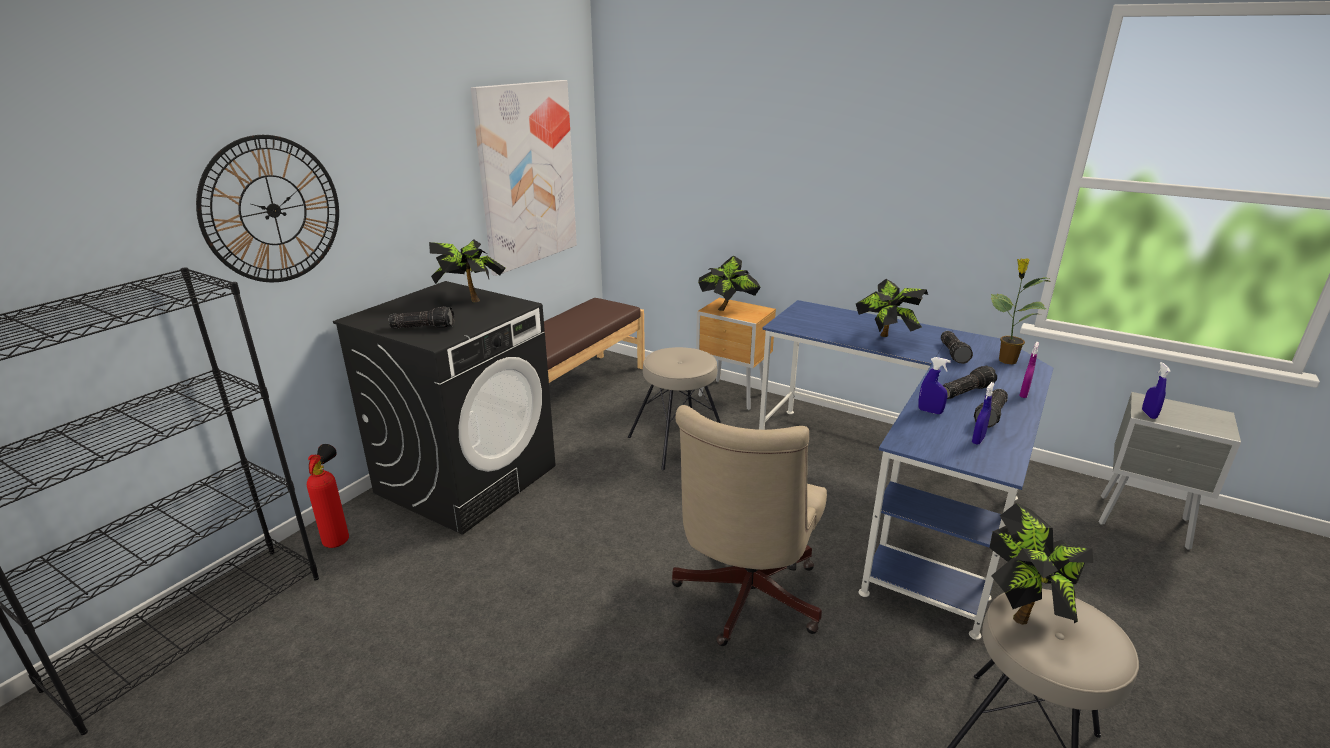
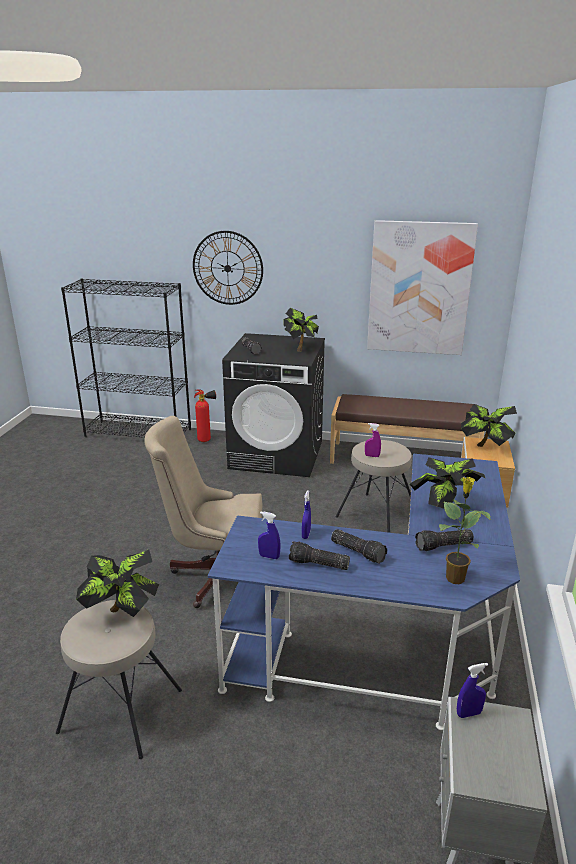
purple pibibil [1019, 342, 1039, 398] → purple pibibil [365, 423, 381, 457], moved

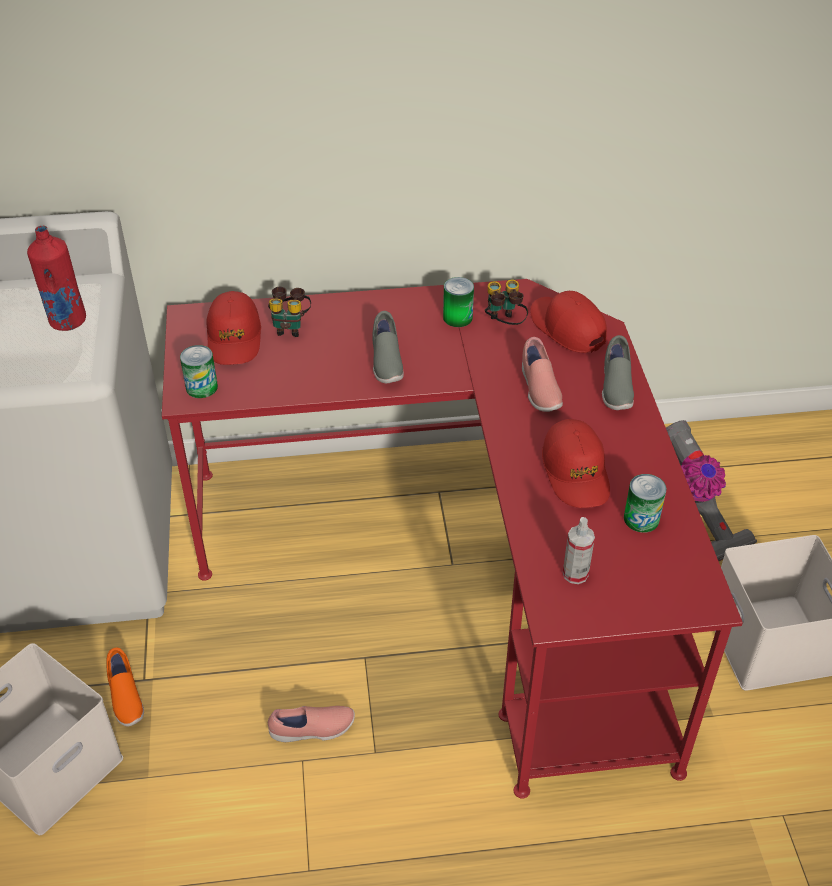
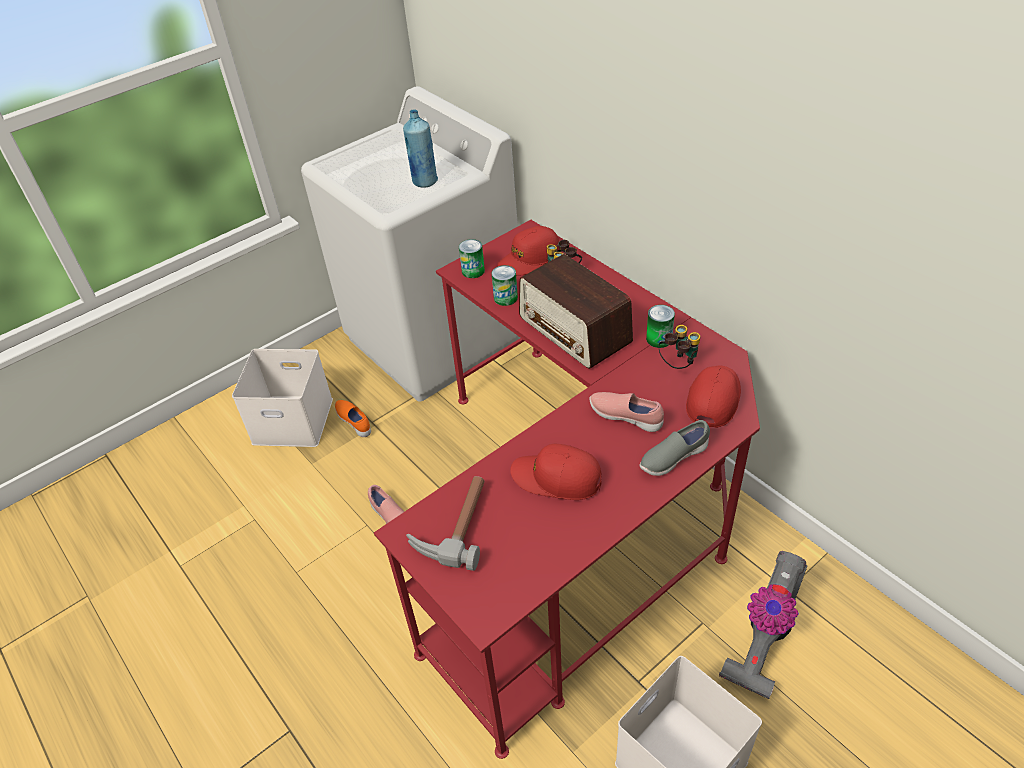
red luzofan [27, 226, 86, 331] → blue luzofan [403, 109, 438, 188]
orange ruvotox [107, 648, 144, 726] → orange ruvotox [335, 400, 371, 437], 105 degrees clockwise
grey ruvotox [372, 311, 404, 383] → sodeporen [519, 254, 633, 369]
pink ruvotox [522, 337, 563, 412] → pink ruvotox [589, 392, 664, 432], 75 degrees clockwise
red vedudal [542, 419, 610, 508] → red vedudal [510, 444, 601, 500], 60 degrees clockwise
pibibil [563, 517, 595, 584] → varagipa [406, 476, 485, 571]
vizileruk [624, 474, 666, 533] → vizileruk [491, 265, 518, 306], moved

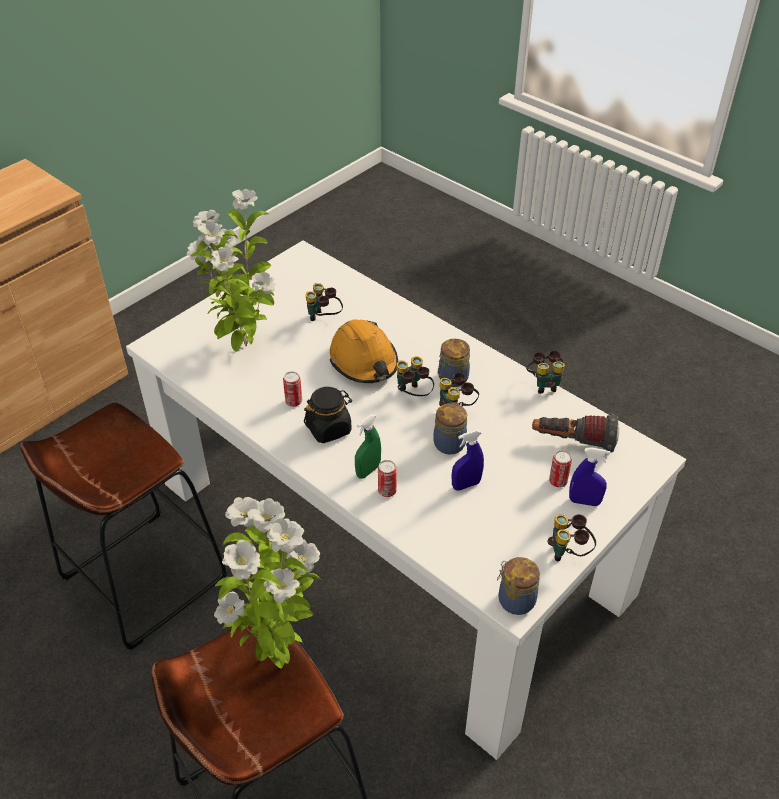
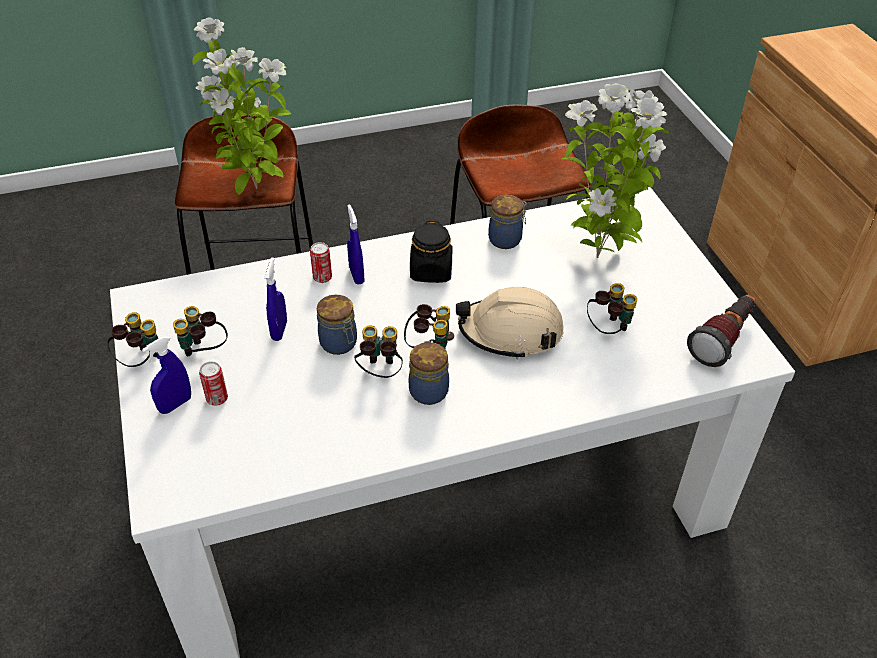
vizileruk [283, 371, 302, 407] → -
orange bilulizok [330, 320, 398, 383] → beige bilulizok [456, 287, 564, 359]
green pibibil [355, 414, 381, 479] → blue pibibil [347, 204, 364, 285]
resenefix [497, 557, 540, 615] → resenefix [488, 195, 527, 249], moved
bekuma [526, 350, 565, 394] → bekuma [173, 306, 228, 356], moved
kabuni [532, 414, 619, 452] → kabuni [687, 295, 756, 367], moved

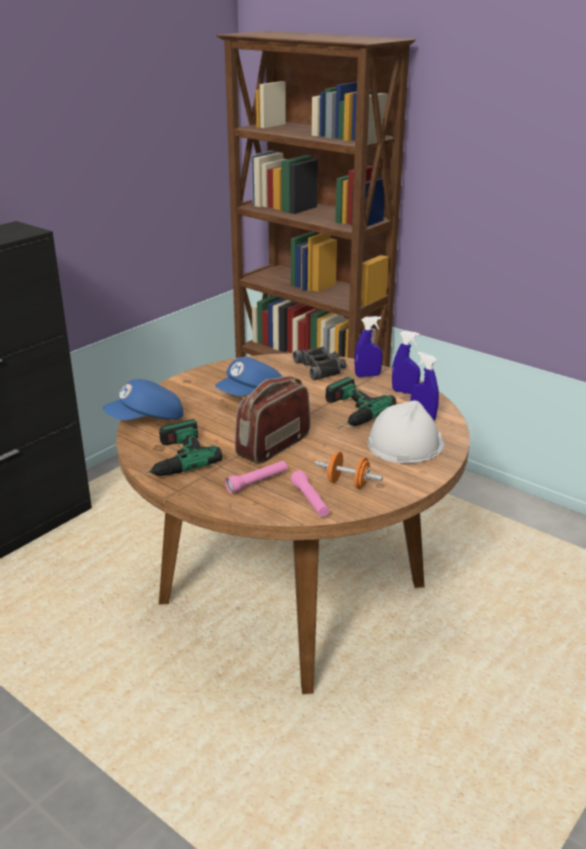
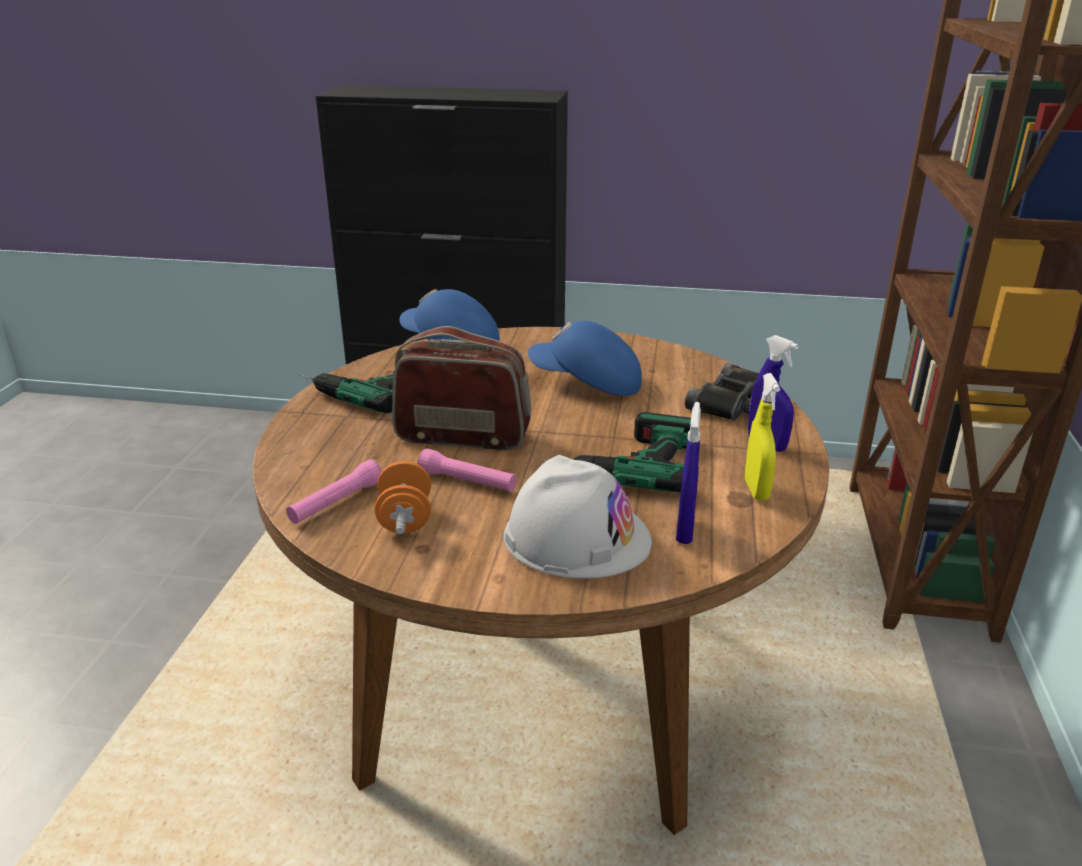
pink kabuni [225, 461, 287, 493] → pink kabuni [417, 449, 517, 492], moved
blue pibibil [392, 330, 420, 394] → yellow pibibil [745, 373, 780, 501]

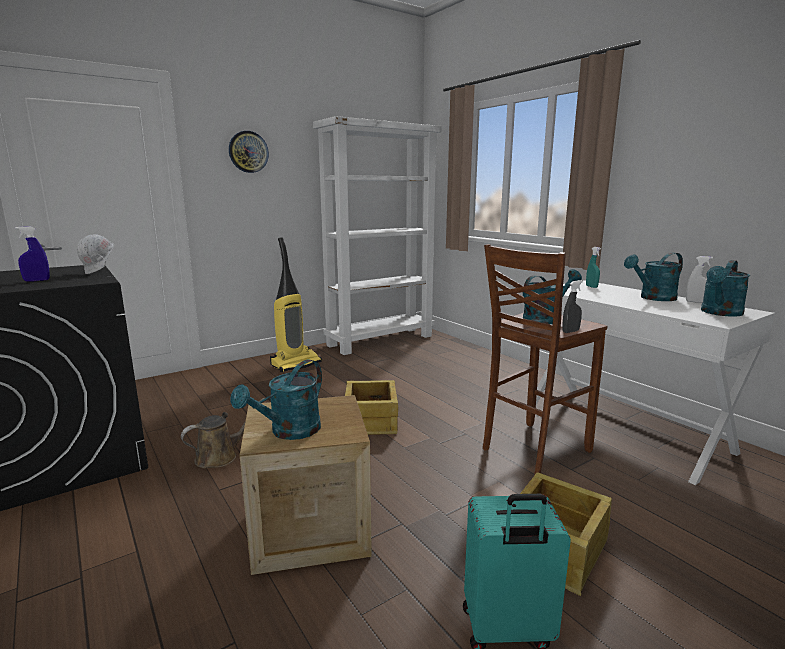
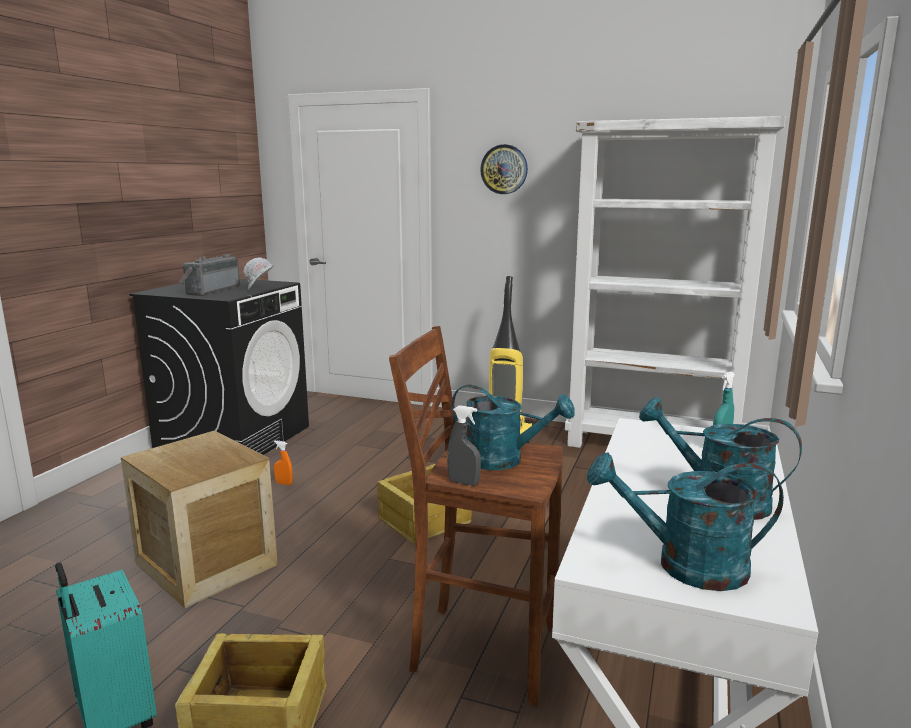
blue pibibil [15, 226, 50, 282] → sodeporen [179, 255, 240, 296]
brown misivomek [181, 398, 265, 468] → orange pibibil [274, 441, 293, 485]
turquoise misivomek [230, 359, 322, 440] → -
white pibibil [686, 256, 713, 303] → -

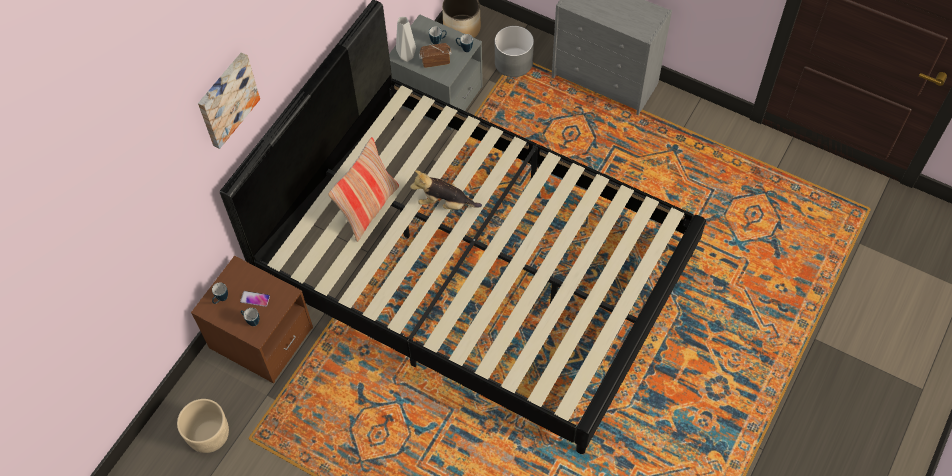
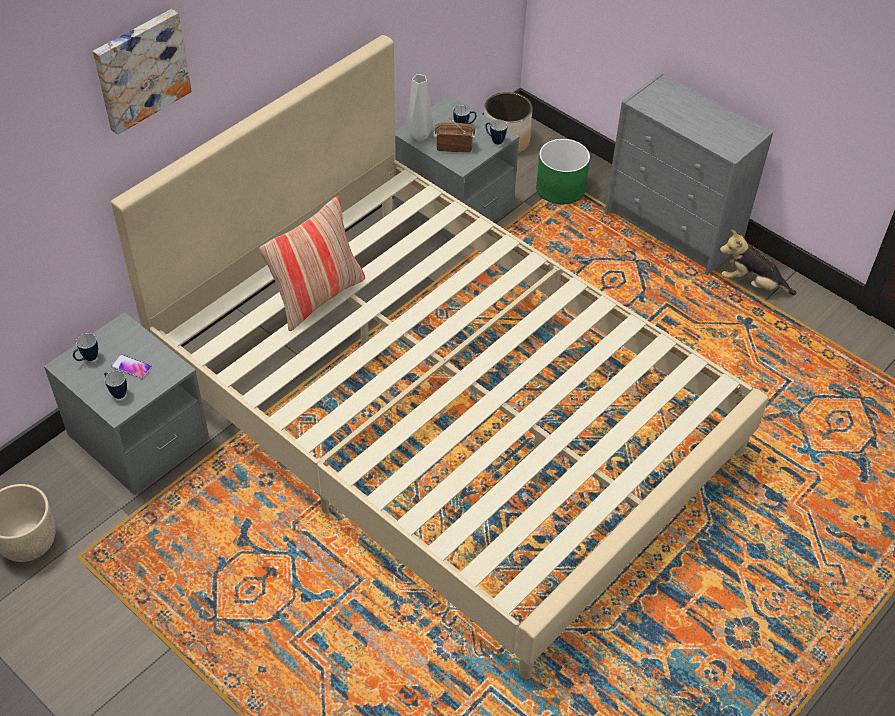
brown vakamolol [191, 256, 313, 383] → grey vakamolol [44, 312, 209, 495]
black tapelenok [220, 0, 706, 454] → beige tapelenok [111, 35, 768, 679]
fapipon [410, 170, 482, 210] → fapipon [720, 229, 796, 295], moved
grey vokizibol [495, 26, 534, 77] → green vokizibol [536, 139, 590, 204]

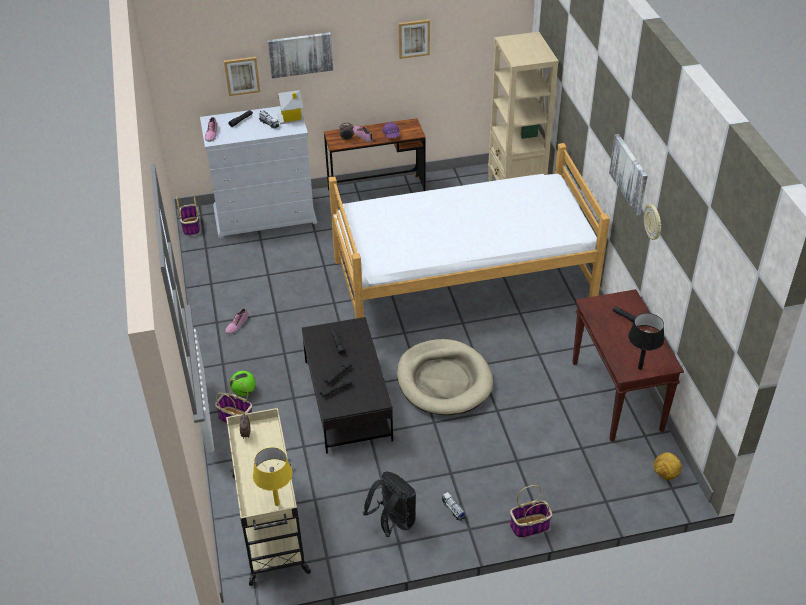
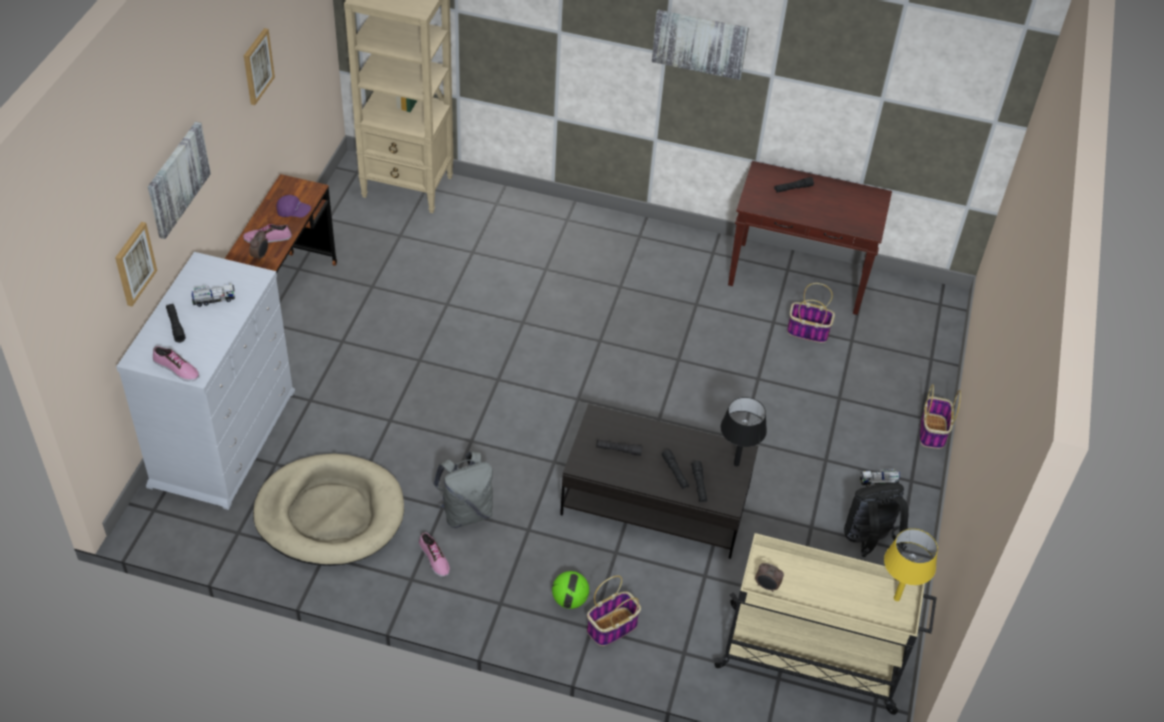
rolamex [176, 194, 200, 236] → rolamex [787, 283, 835, 343], moved
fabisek [277, 90, 303, 124] → -
tapelenok [328, 143, 610, 319] → -
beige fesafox [397, 339, 493, 415] → beige fesafox [253, 454, 404, 566], moved
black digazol [628, 313, 664, 370] → black digazol [721, 397, 767, 467], moved
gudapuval [644, 203, 661, 240] → -
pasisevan [654, 452, 682, 480] → -
- → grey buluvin [433, 451, 493, 528]

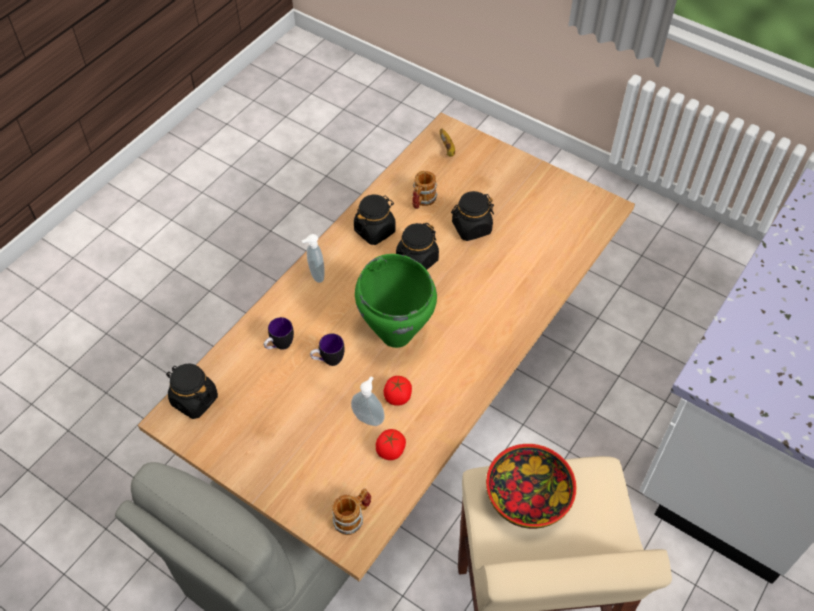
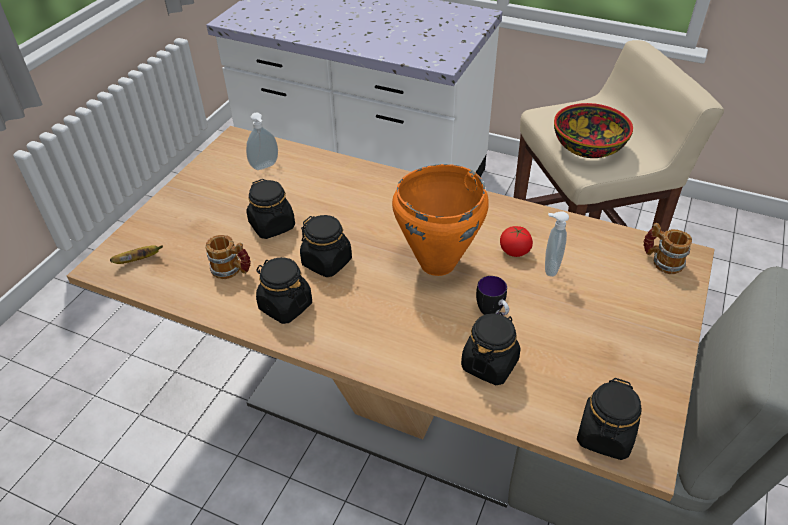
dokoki [264, 317, 294, 350] → black resenefix [461, 312, 521, 385]
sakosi [302, 234, 325, 283] → sakosi [246, 113, 278, 170], moved
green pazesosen [355, 254, 437, 348] → orange pazesosen [392, 164, 489, 276]
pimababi [376, 429, 406, 460] → -

